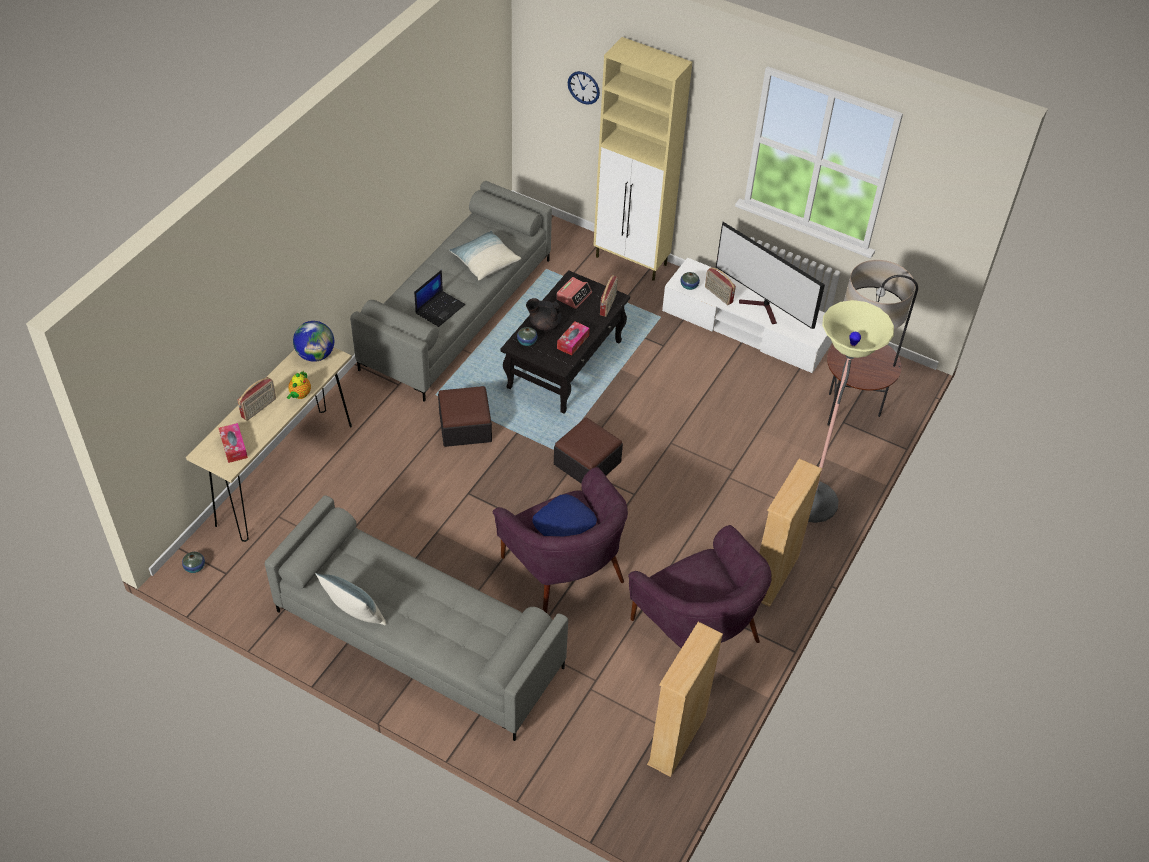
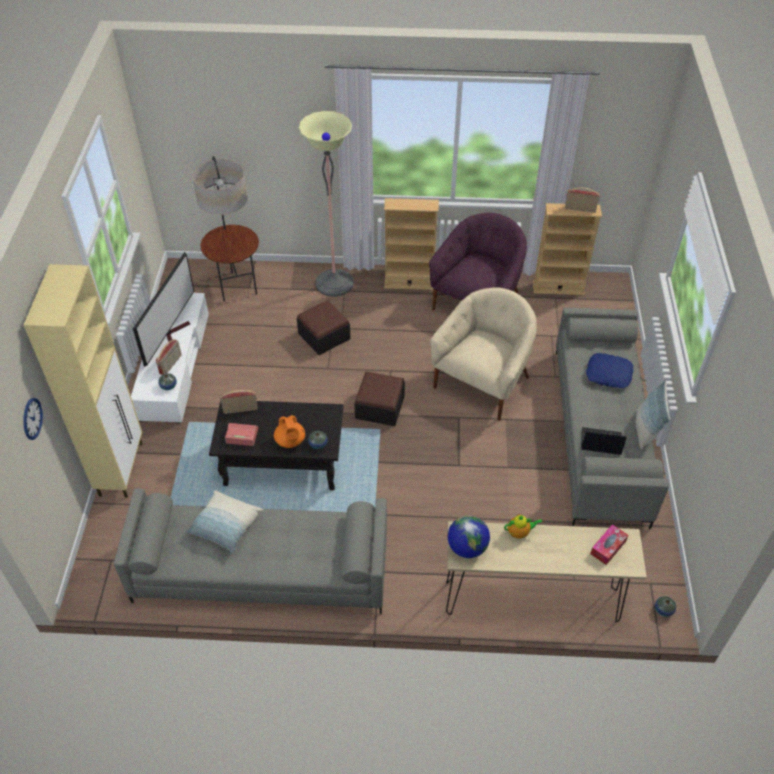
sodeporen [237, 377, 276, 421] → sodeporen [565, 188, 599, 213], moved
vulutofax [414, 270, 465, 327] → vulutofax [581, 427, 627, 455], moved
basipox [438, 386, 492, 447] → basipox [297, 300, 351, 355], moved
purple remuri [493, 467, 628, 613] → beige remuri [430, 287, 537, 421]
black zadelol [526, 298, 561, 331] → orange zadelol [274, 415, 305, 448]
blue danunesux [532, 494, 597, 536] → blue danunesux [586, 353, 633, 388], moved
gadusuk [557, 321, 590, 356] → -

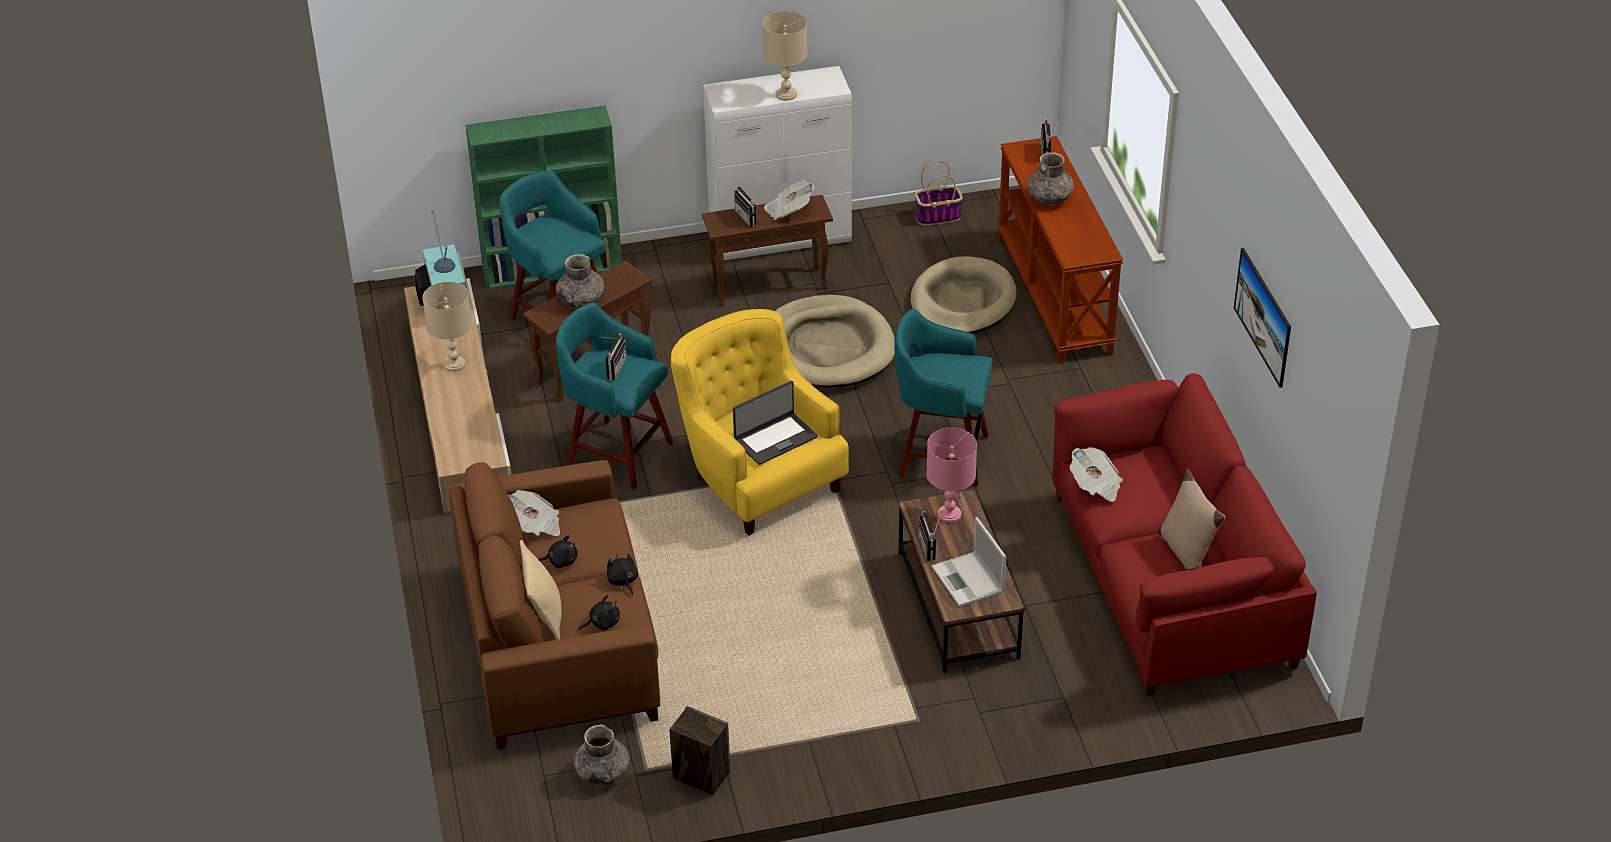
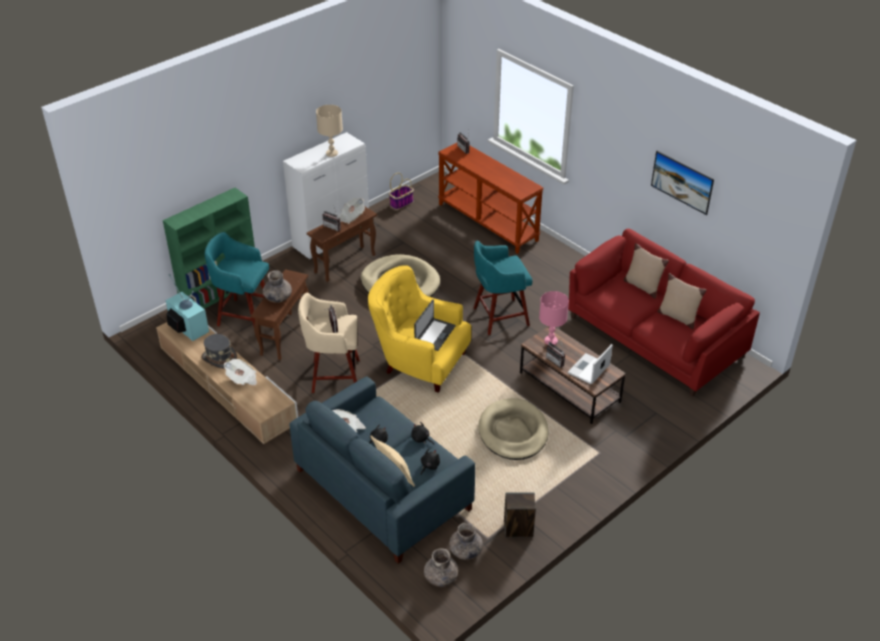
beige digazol [422, 282, 472, 372] → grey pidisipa [201, 334, 237, 369]
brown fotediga [449, 460, 660, 750] → blue fotediga [290, 376, 475, 564]
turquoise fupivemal [556, 302, 674, 489] → beige fupivemal [298, 293, 360, 393]
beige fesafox [911, 256, 1017, 334] → beige fesafox [479, 398, 549, 460], moved
vulutofax [931, 517, 1006, 607] → vulutofax [568, 344, 613, 384], 90 degrees clockwise
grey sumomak [1027, 152, 1074, 205] → grey sumomak [424, 548, 458, 587], moved
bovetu [1070, 447, 1123, 502] → bovetu [224, 359, 257, 385], moved
- → beige danunesux [624, 243, 669, 299]

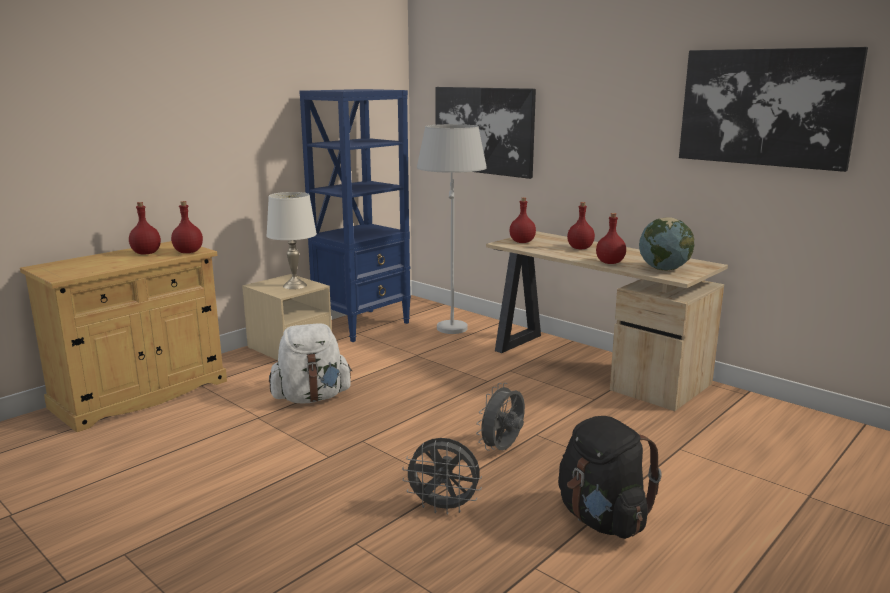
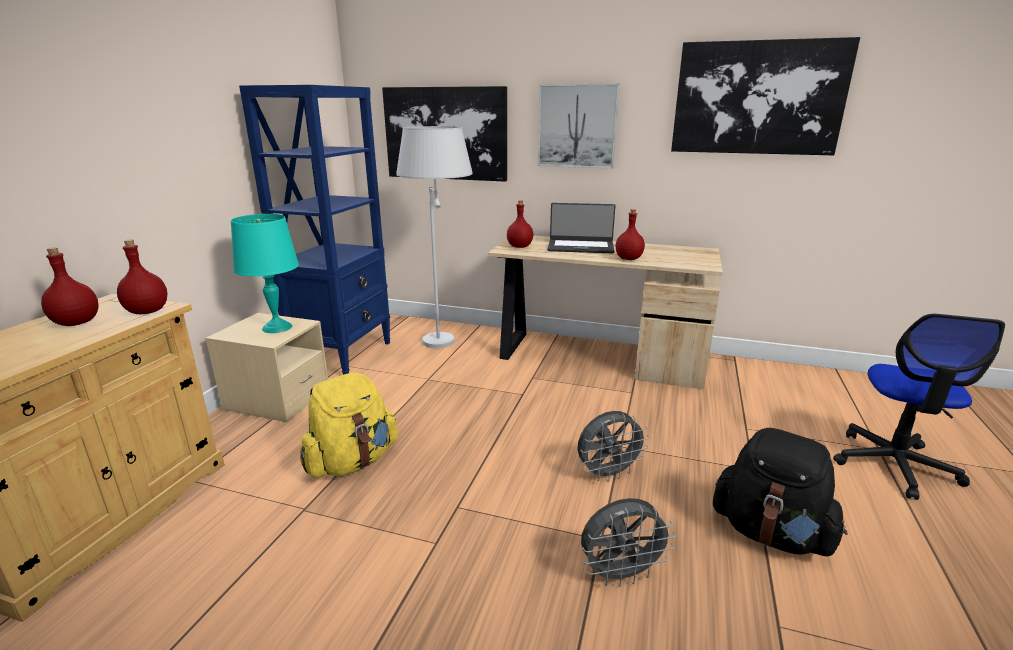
white digazol [266, 192, 317, 289] → turquoise digazol [231, 214, 299, 333]
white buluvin [269, 323, 352, 403] → yellow buluvin [300, 373, 398, 478]
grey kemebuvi [476, 383, 525, 451] → grey kemebuvi [578, 411, 650, 482], 120 degrees counterclockwise
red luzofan [567, 202, 595, 249] → vulutofax [548, 203, 616, 253]
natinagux [639, 218, 694, 271] → -
- → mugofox [538, 84, 620, 169]
- → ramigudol [833, 314, 1005, 500]

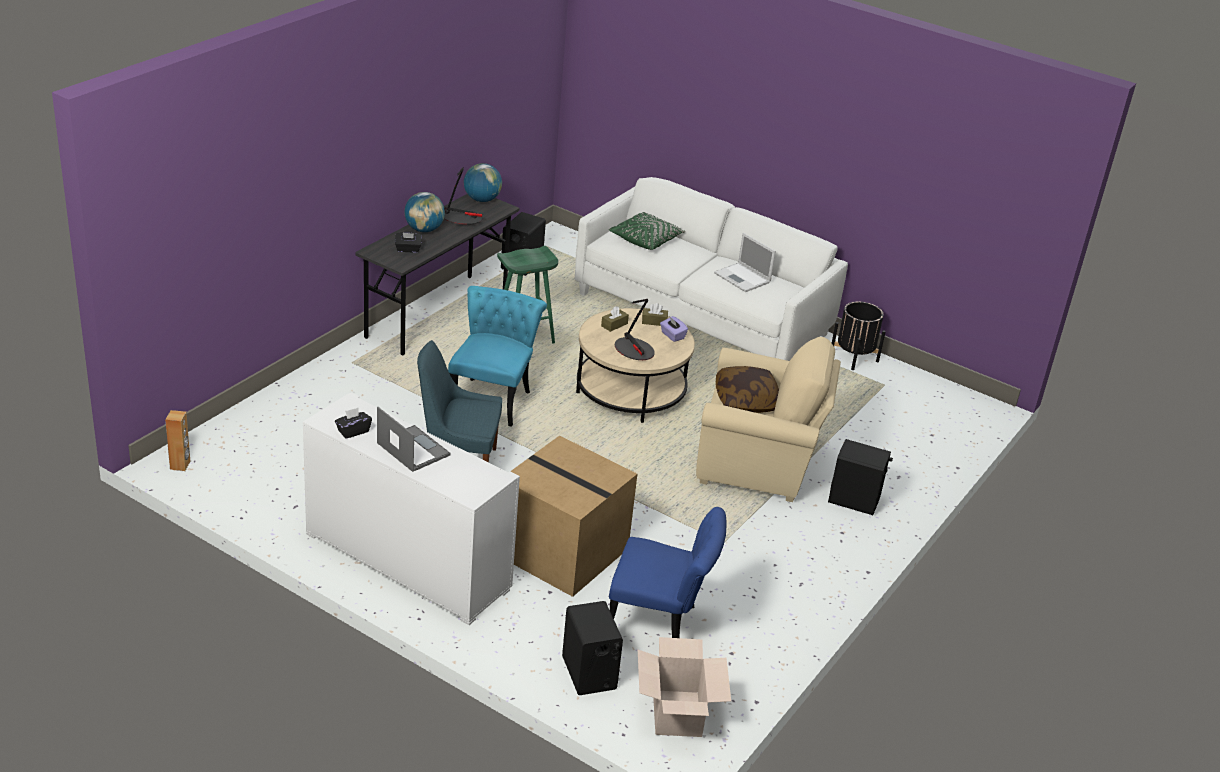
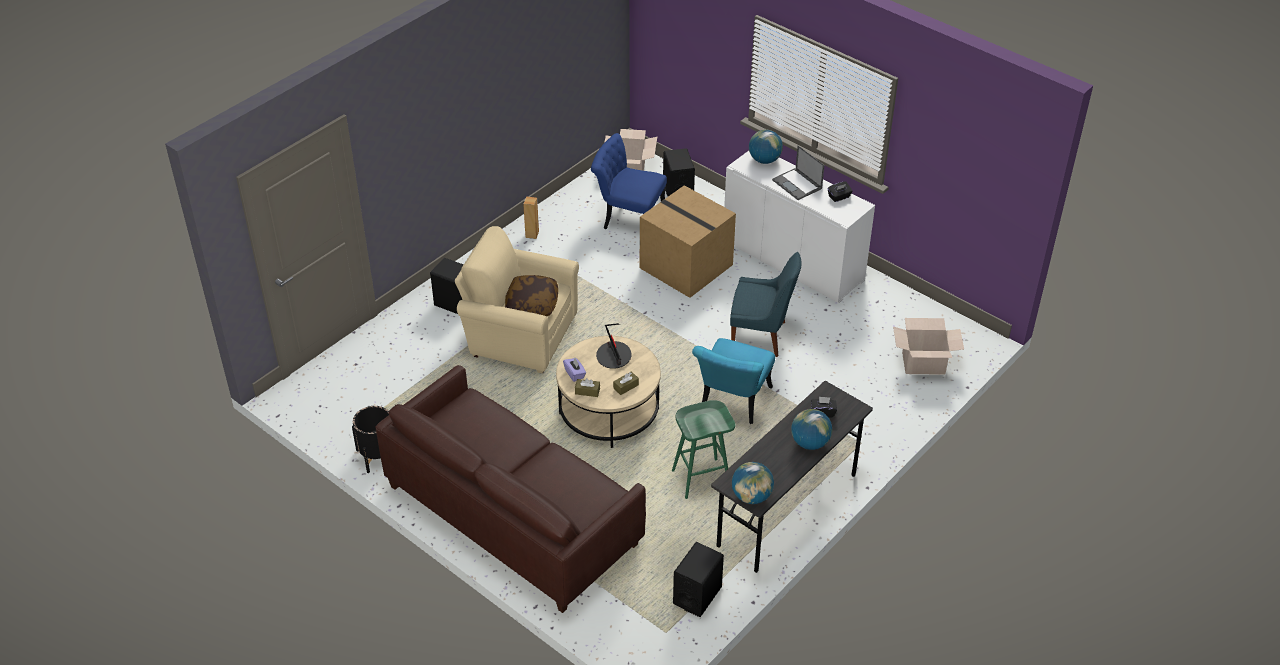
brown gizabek [165, 410, 190, 471] → brown gizabek [523, 196, 539, 239], moved
digazol [444, 167, 482, 225] → -
white fotediga [575, 177, 848, 361] → brown fotediga [375, 365, 646, 613]
green danunesux [609, 212, 685, 250] → -
vulutofax [714, 233, 776, 292] → -
- → natinagux [749, 130, 783, 164]
- → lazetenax [893, 318, 964, 375]

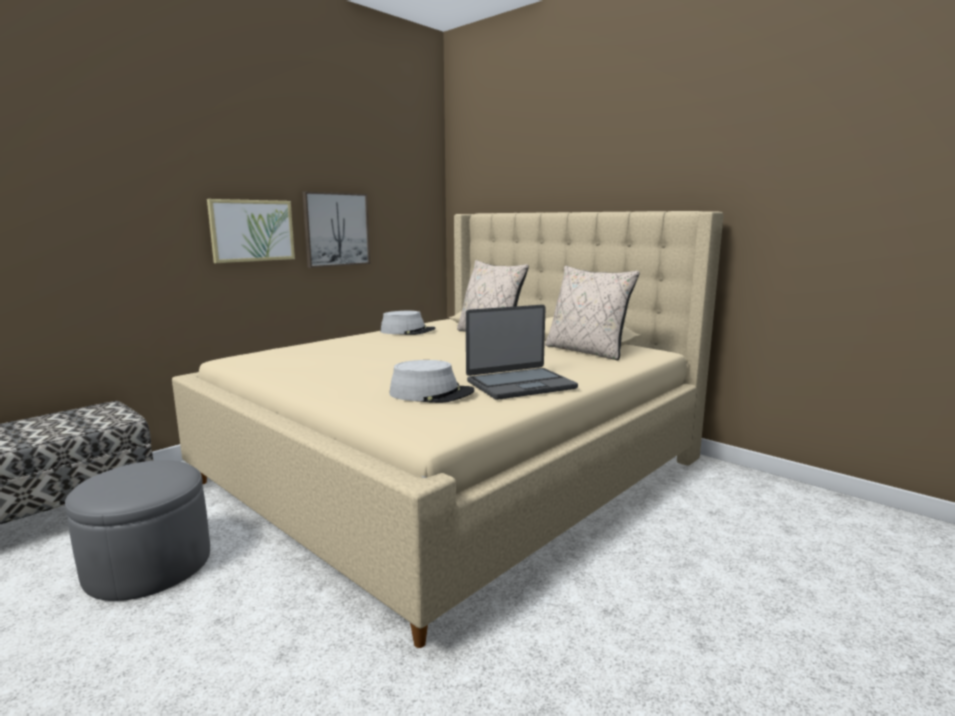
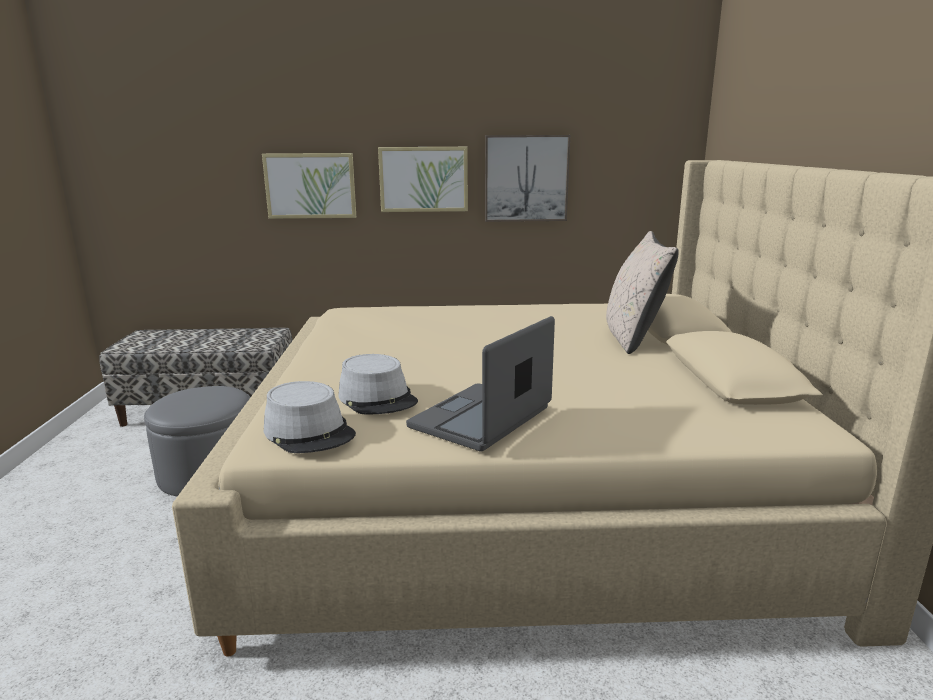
grey pidisipa [380, 311, 436, 335] → grey pidisipa [264, 381, 356, 453], moved
vulutofax [466, 305, 578, 400] → vulutofax [406, 316, 555, 452], 105 degrees clockwise
beige danunesux [545, 266, 640, 360] → -
- → mugofox [262, 153, 356, 219]

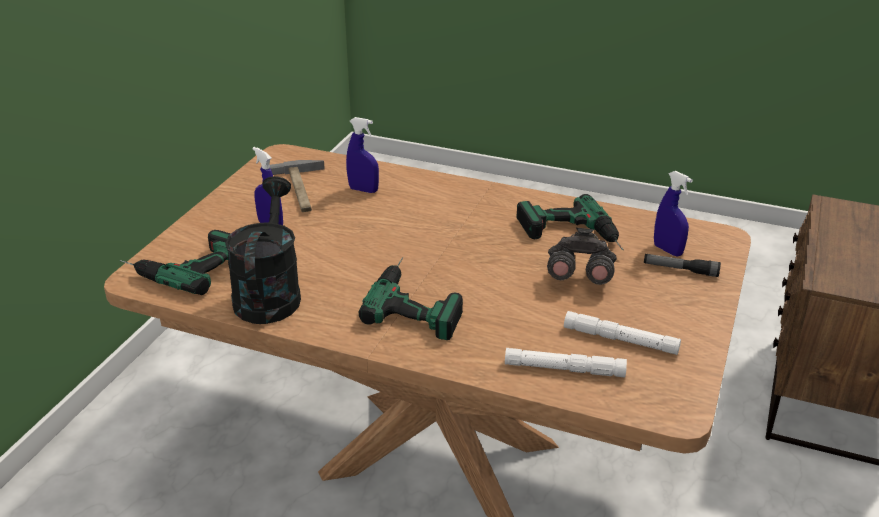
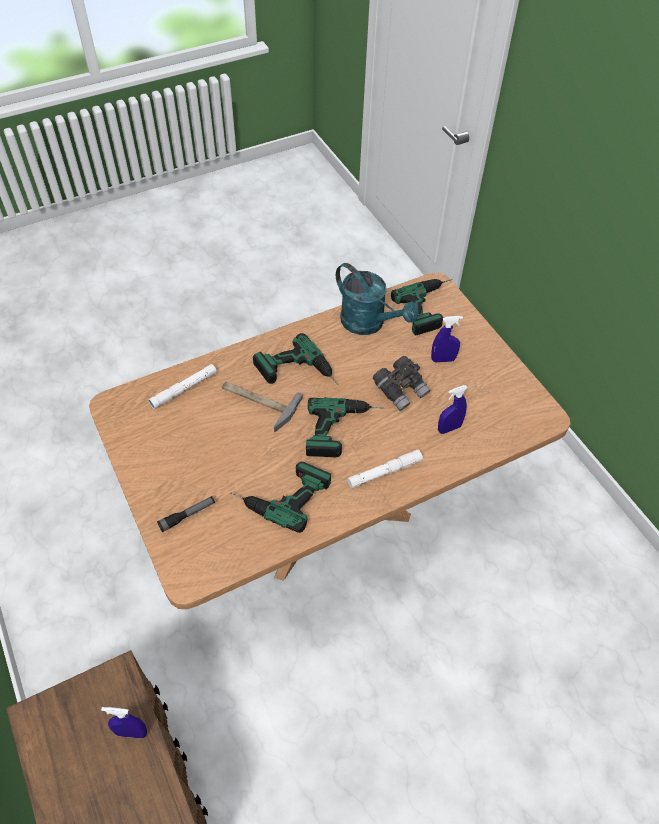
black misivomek [225, 176, 301, 324] → turquoise misivomek [336, 263, 419, 335]
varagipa [269, 160, 325, 212] → varagipa [222, 381, 302, 432], moved
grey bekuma [547, 228, 617, 285] → grey bekuma [373, 356, 430, 411], moved
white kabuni [564, 311, 681, 355] → white kabuni [347, 450, 423, 488], moved
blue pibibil [654, 171, 693, 256] → blue pibibil [101, 707, 147, 738], moved
- → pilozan [306, 397, 384, 457]

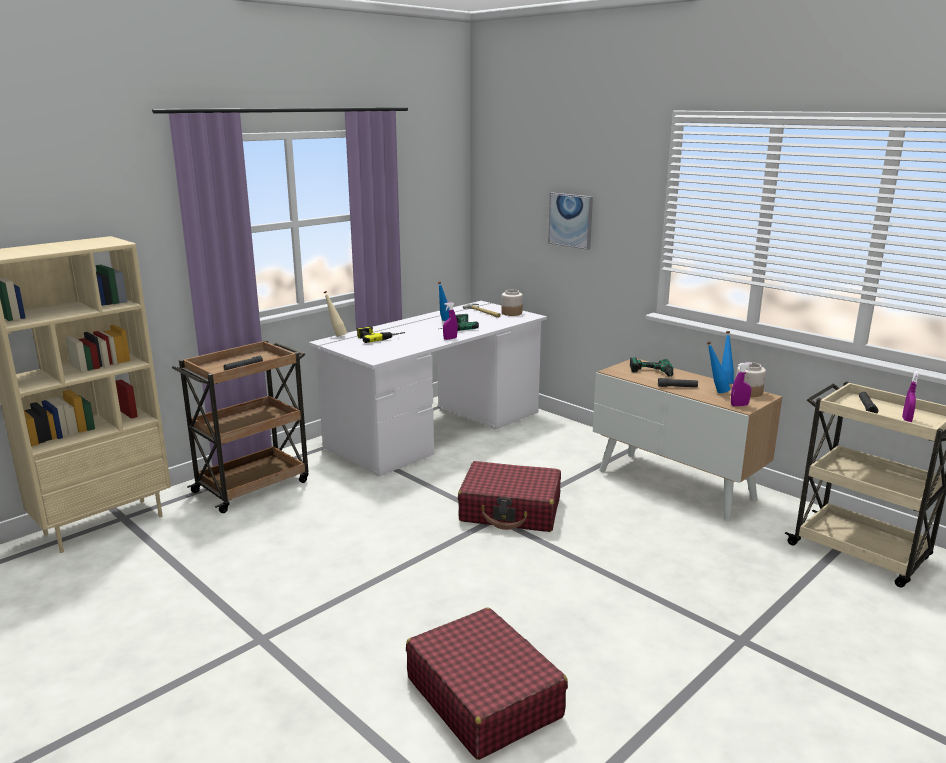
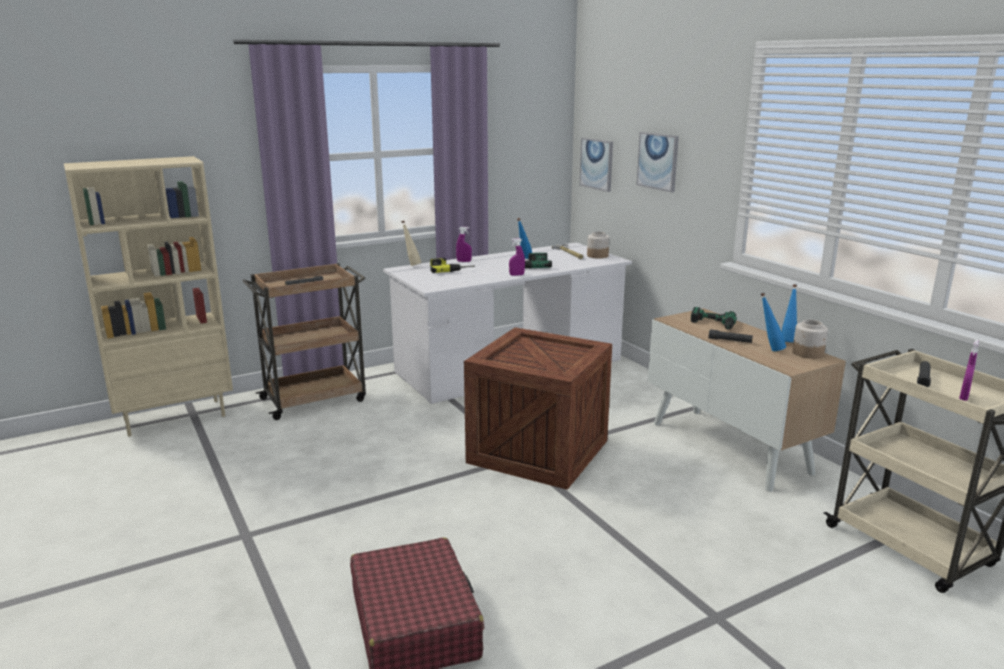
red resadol [458, 461, 561, 532] → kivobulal [464, 327, 612, 490]
purple pibibil [731, 362, 752, 406] → purple pibibil [456, 227, 472, 262], moved
- → mugofox [580, 138, 613, 192]

